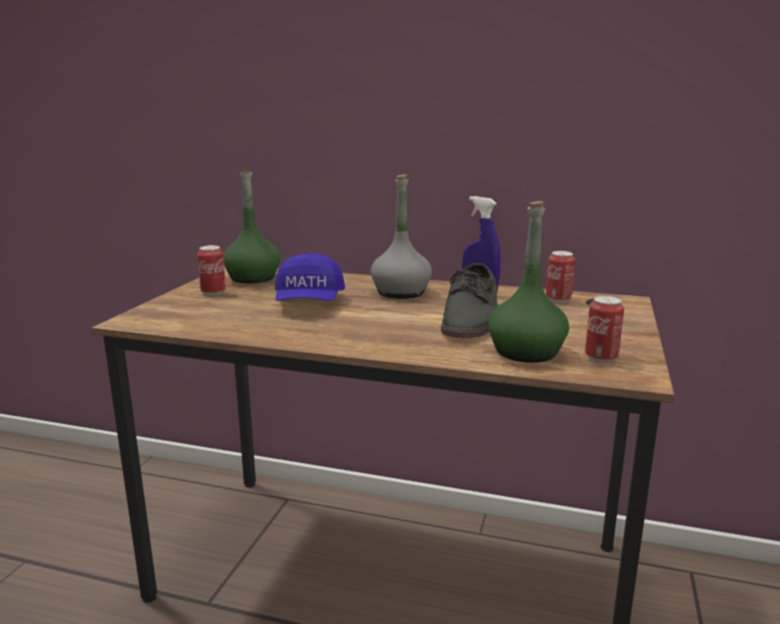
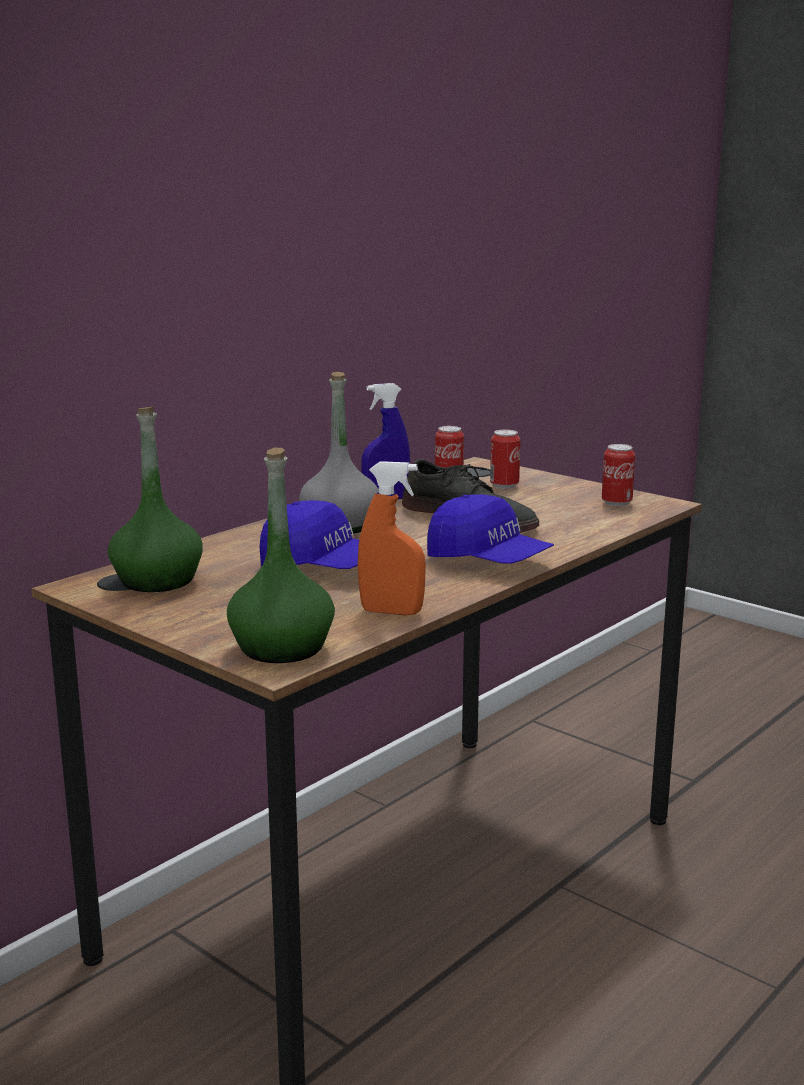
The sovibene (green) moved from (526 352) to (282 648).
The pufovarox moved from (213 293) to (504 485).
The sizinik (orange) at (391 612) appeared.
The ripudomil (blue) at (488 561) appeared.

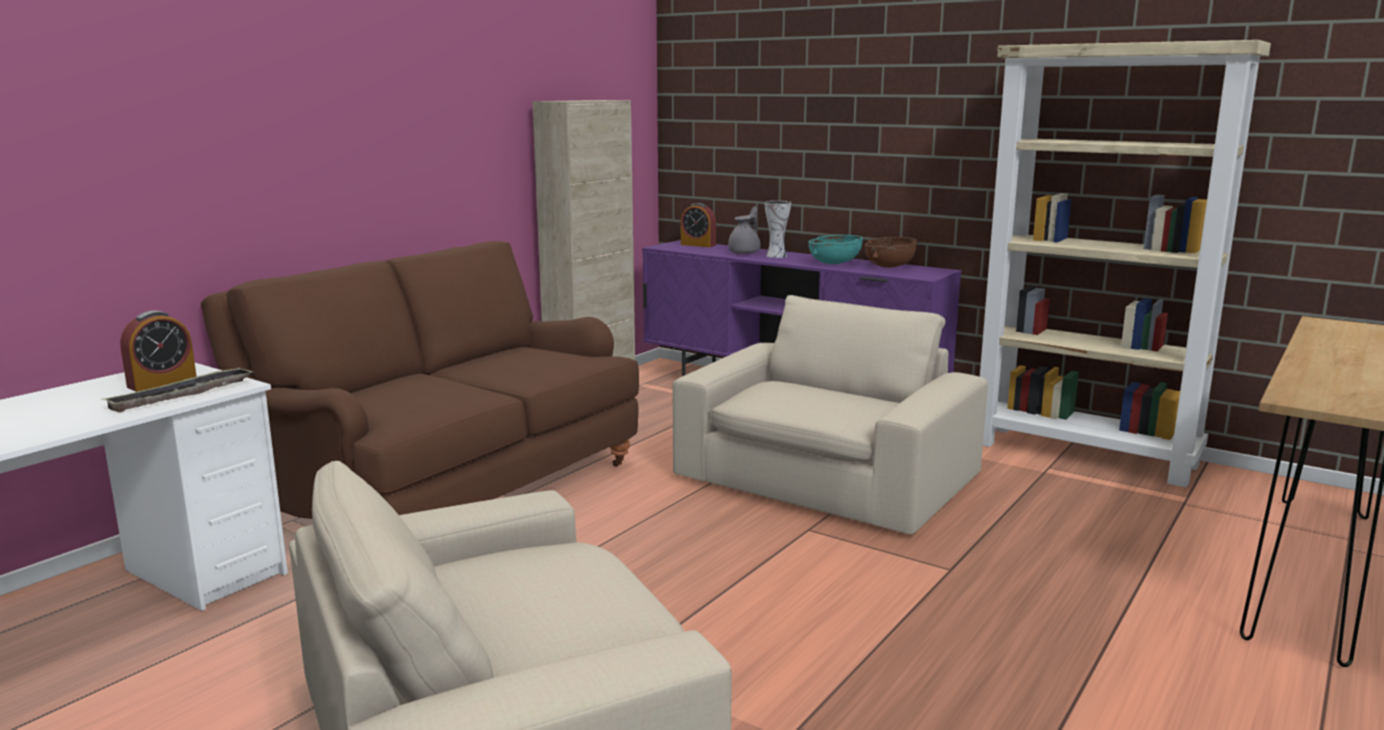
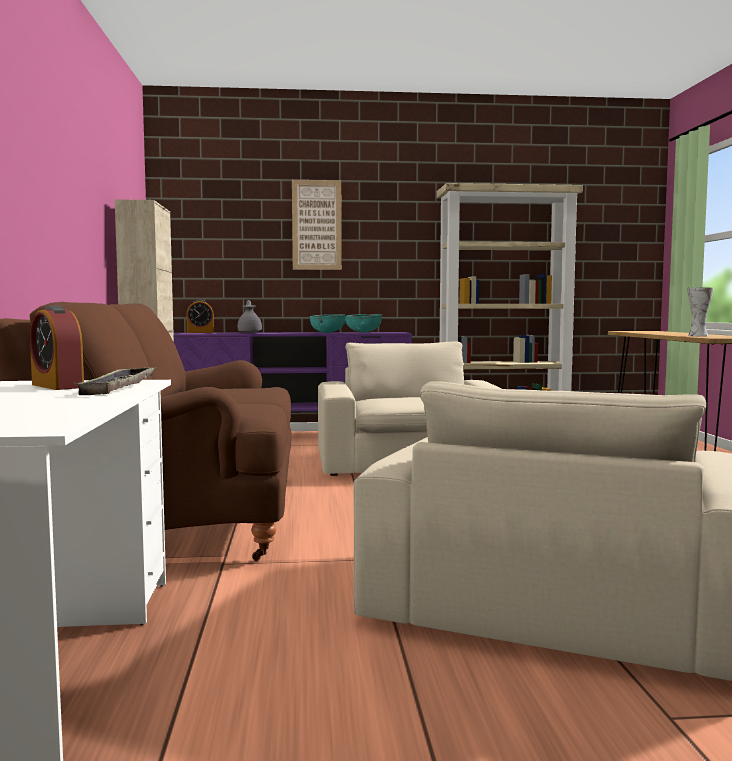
The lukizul moved from (776 255) to (697 336).
The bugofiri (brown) at (890 266) became the bugofiri (turquoise) at (363 332).
The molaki at (162 383) turned 135 degrees clockwise.
The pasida at (316 225) appeared.

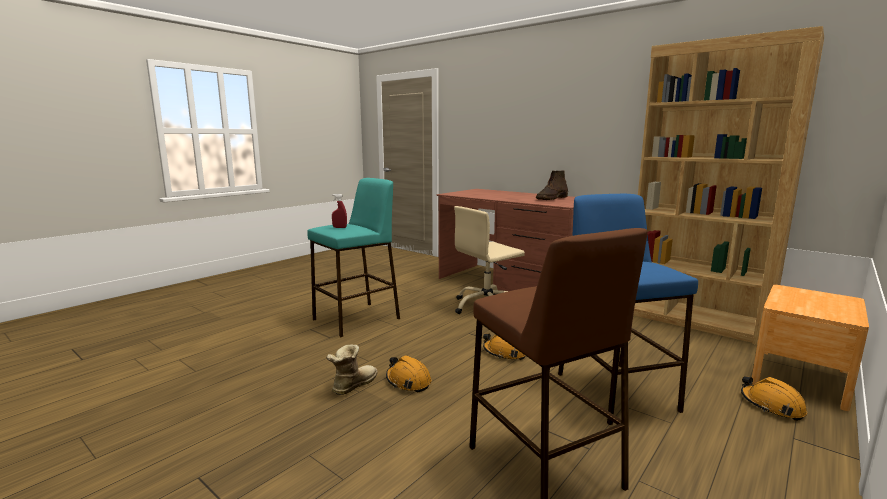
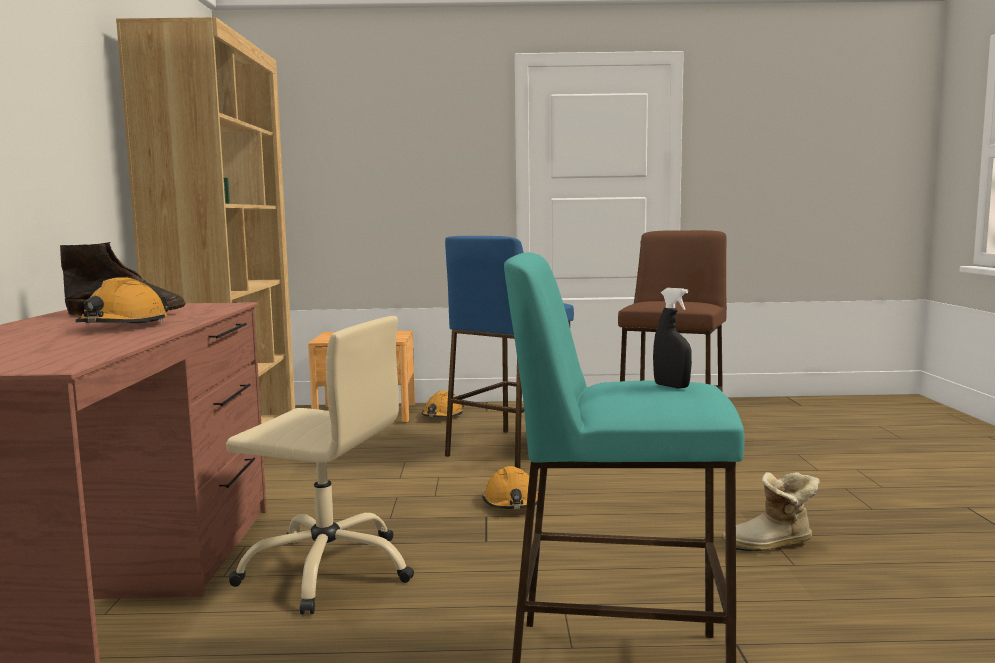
The sizinik (red) at (339 227) became the sizinik (black) at (671 386).
The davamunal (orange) moved from (408 381) to (123 326).

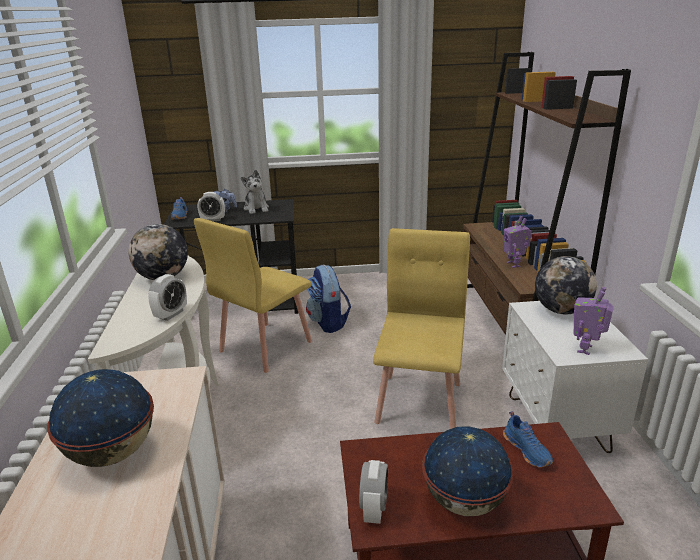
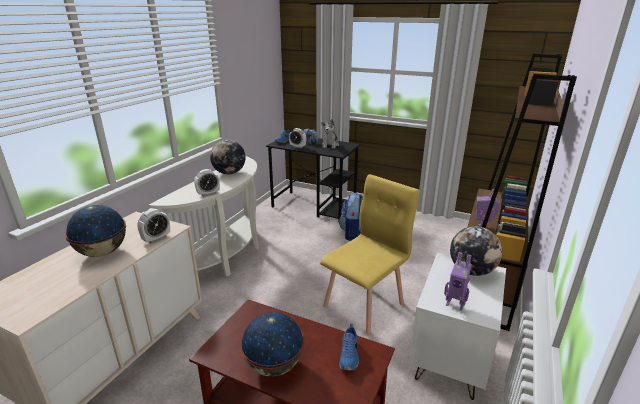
The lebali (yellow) at (264 346) disappeared.
The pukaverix at (586 349) turned 120 degrees counterclockwise.
The molaki moved from (374 509) to (156 238).

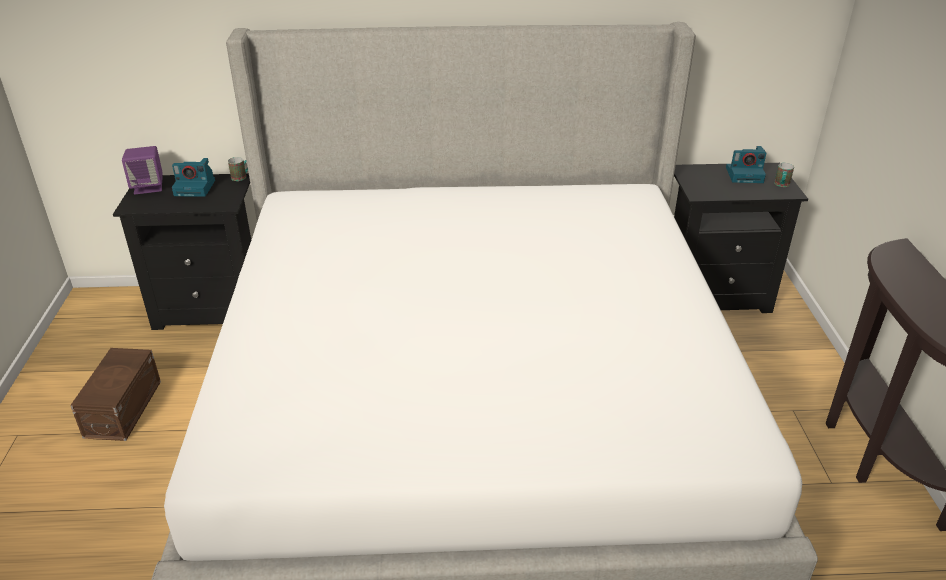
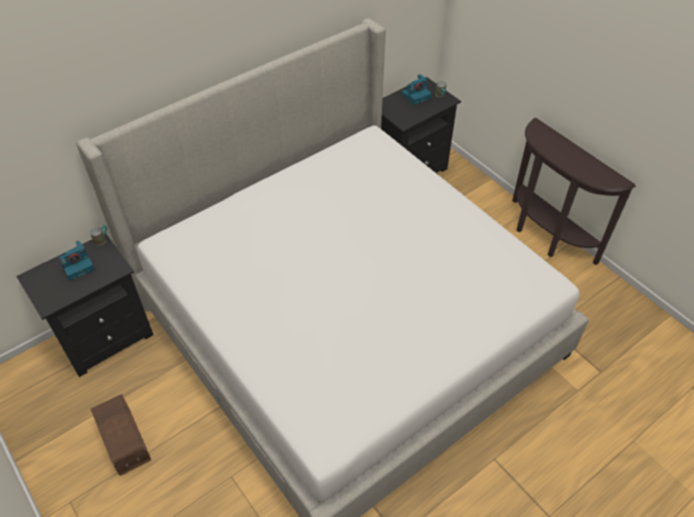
The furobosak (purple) at (148 187) disappeared.

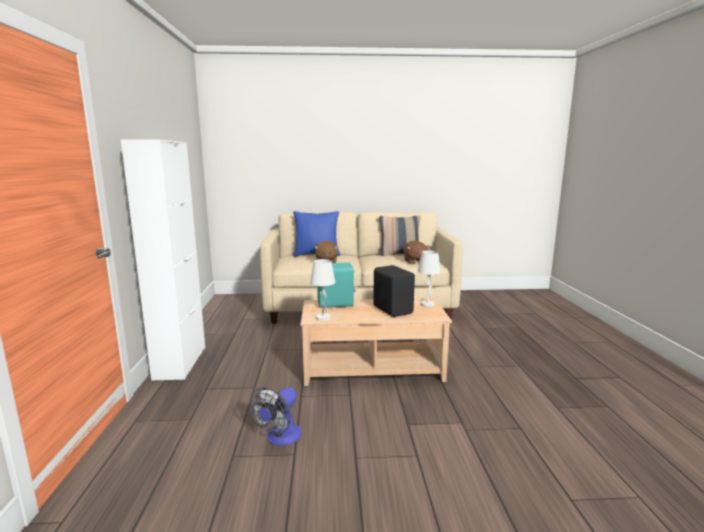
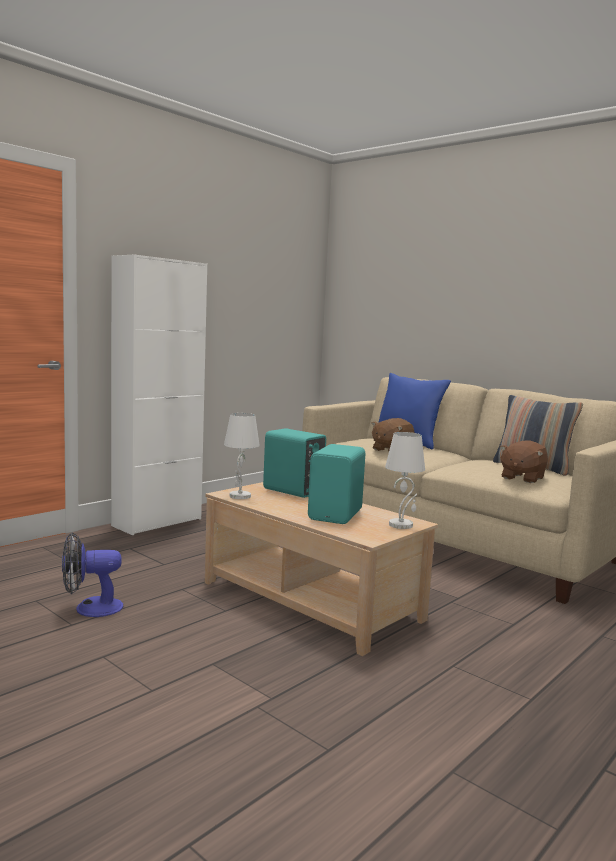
The furobosak (black) at (393 309) became the furobosak (turquoise) at (337 515).

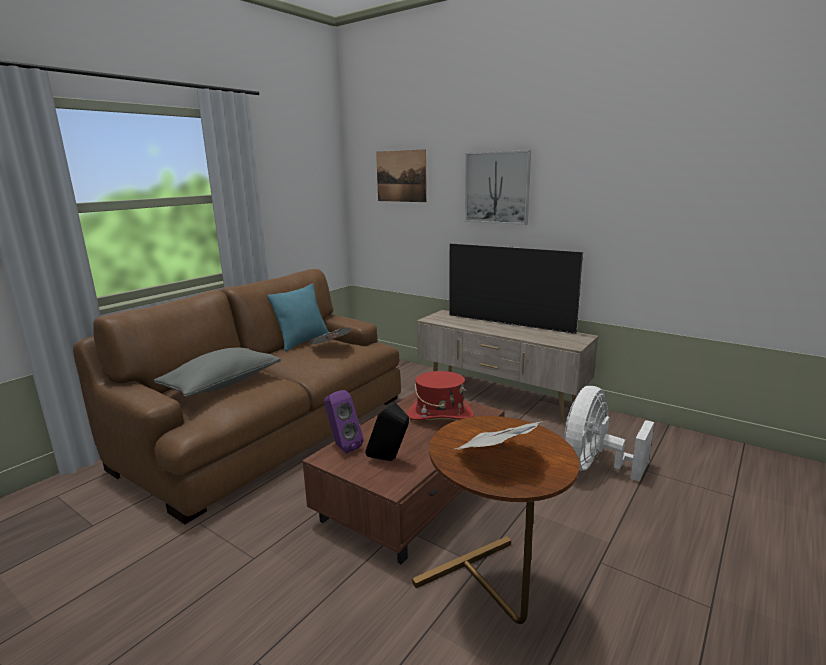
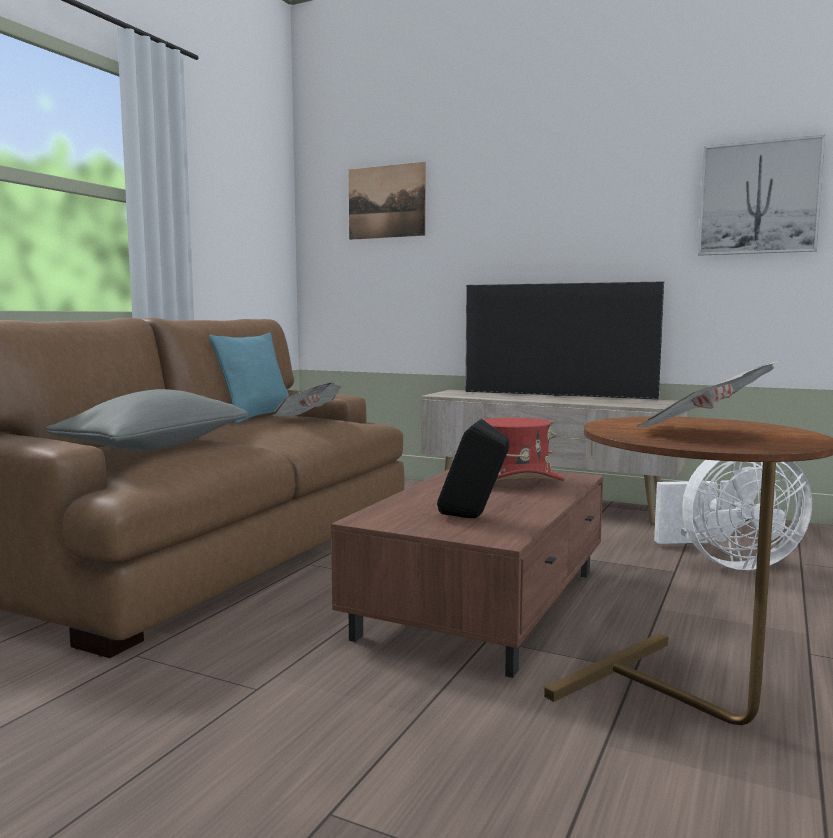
The pasida moved from (497 188) to (759 198).
The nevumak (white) at (594 466) turned 120 degrees counterclockwise.
The furobosak (purple) at (342 446) disappeared.

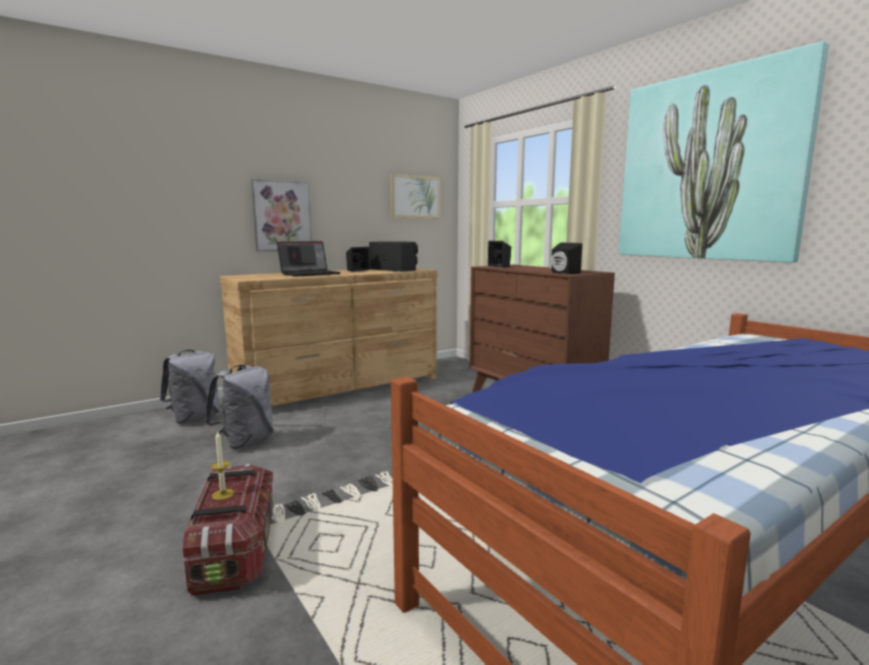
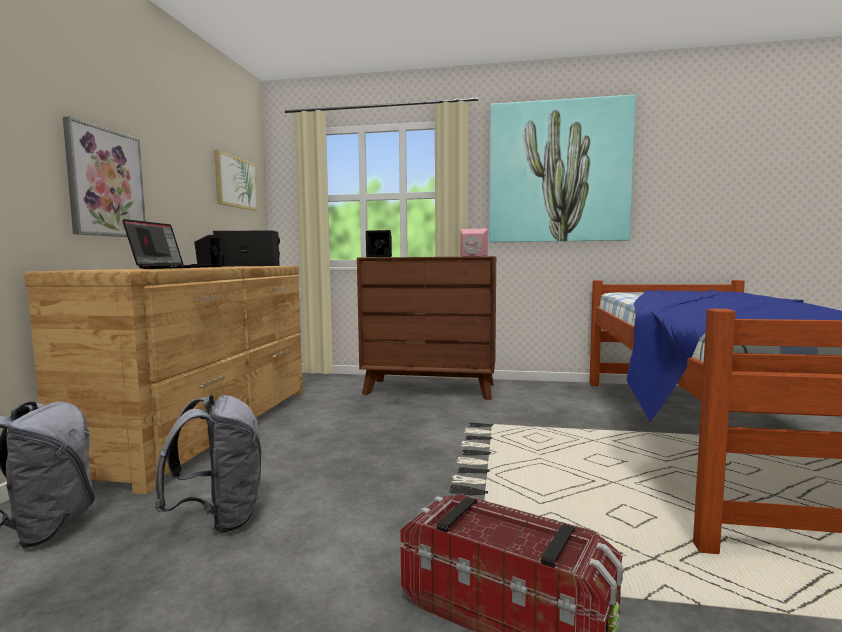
The furobosak (black) at (563 273) became the furobosak (pink) at (473 256).
The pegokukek at (223 494) disappeared.

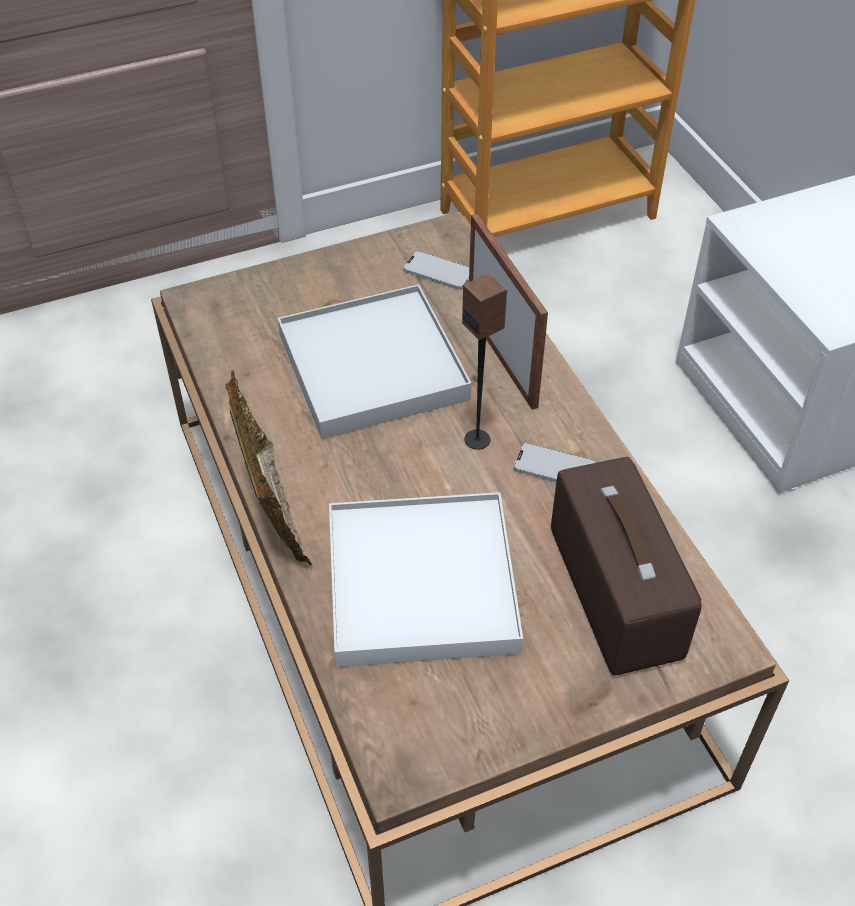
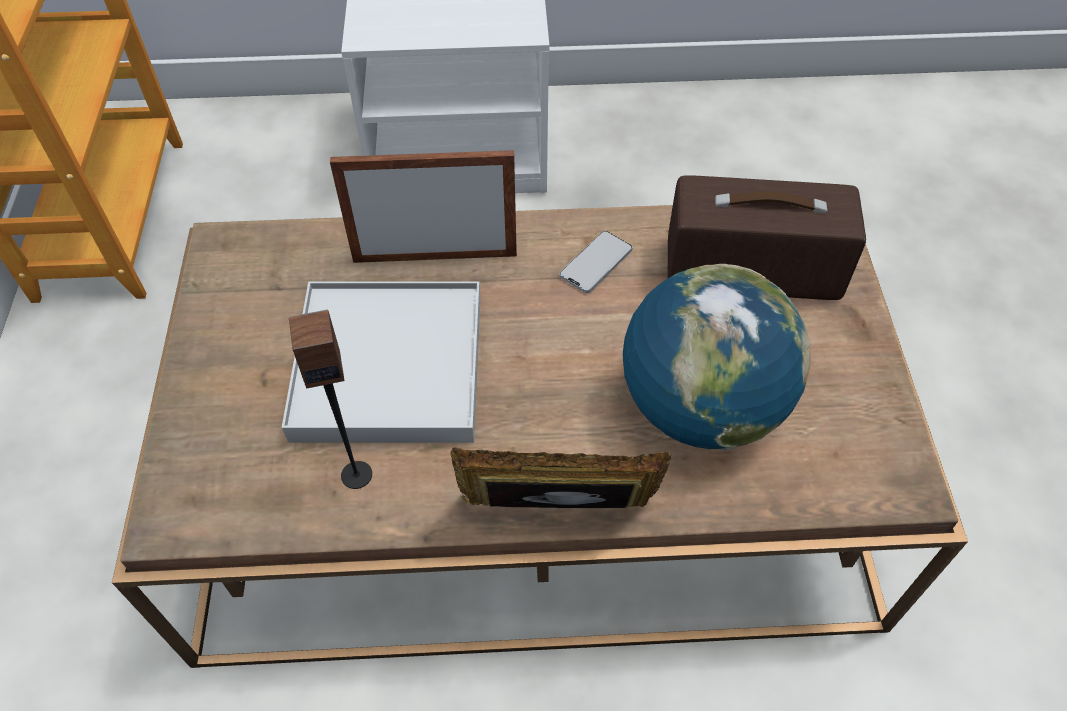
The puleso at (438 271) disappeared.
The furobosak moved from (477 439) to (356 474).
The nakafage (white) at (422 584) was replaced by the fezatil at (701 407).

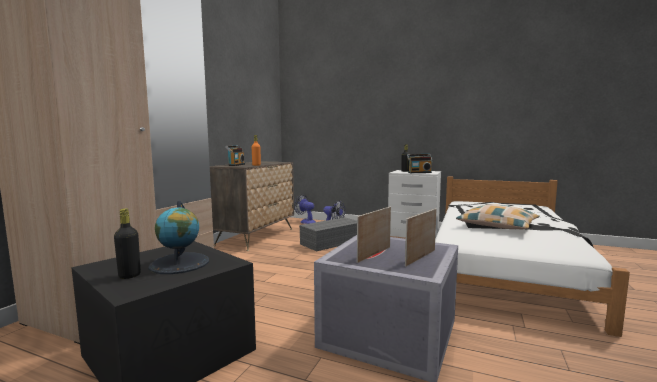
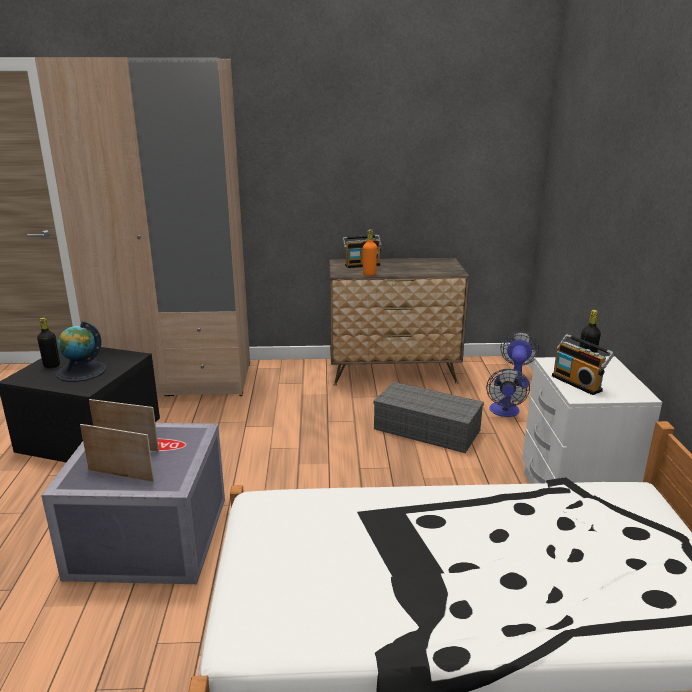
The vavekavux at (497 226) disappeared.

